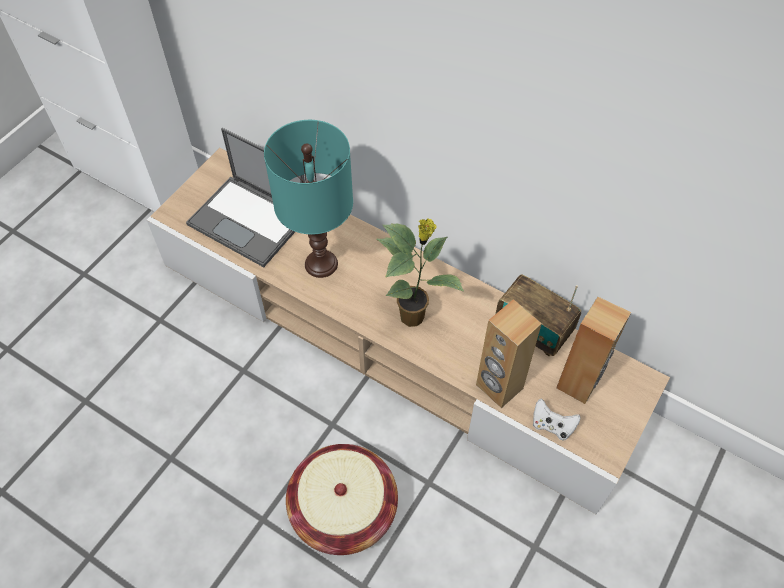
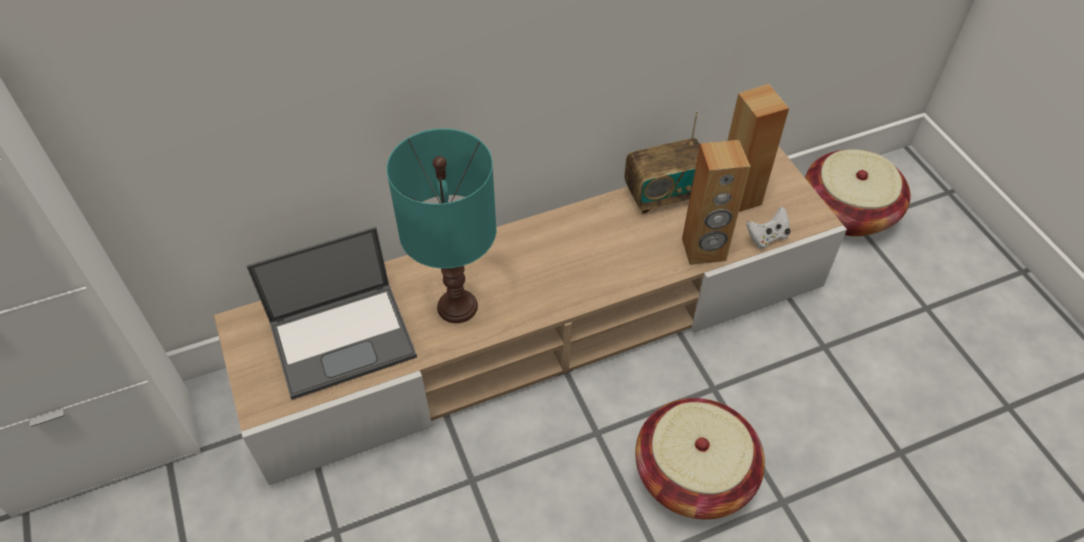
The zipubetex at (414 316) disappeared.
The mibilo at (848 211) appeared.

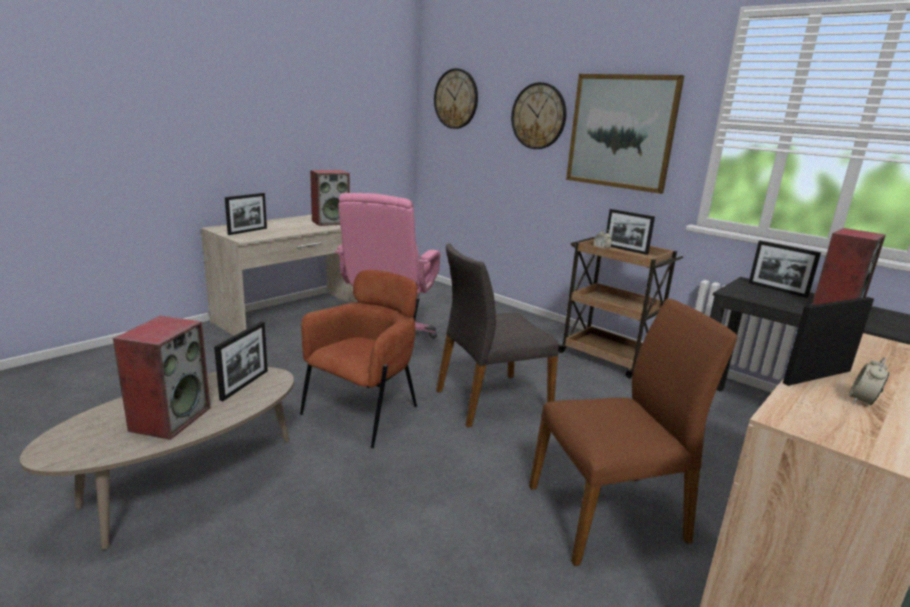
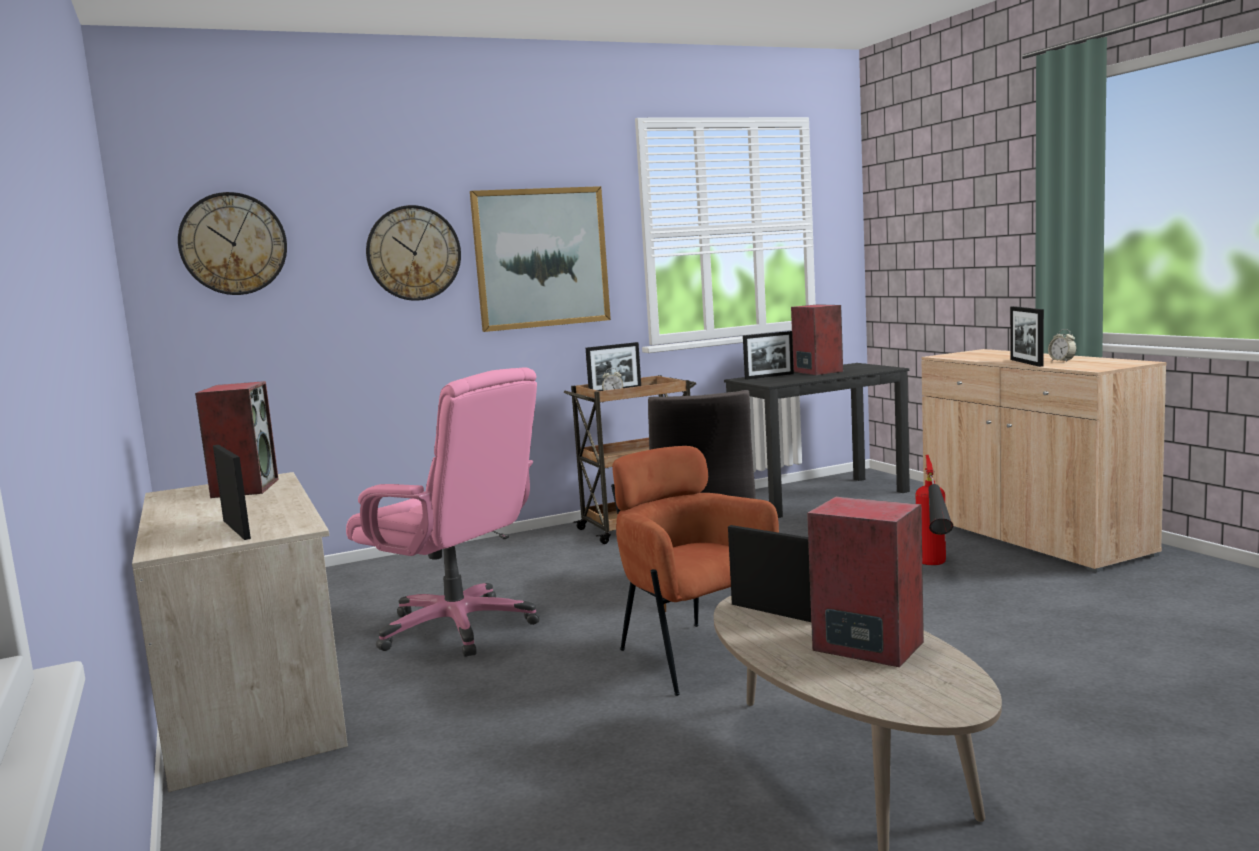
The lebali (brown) at (609 514) was replaced by the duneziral at (935 569).

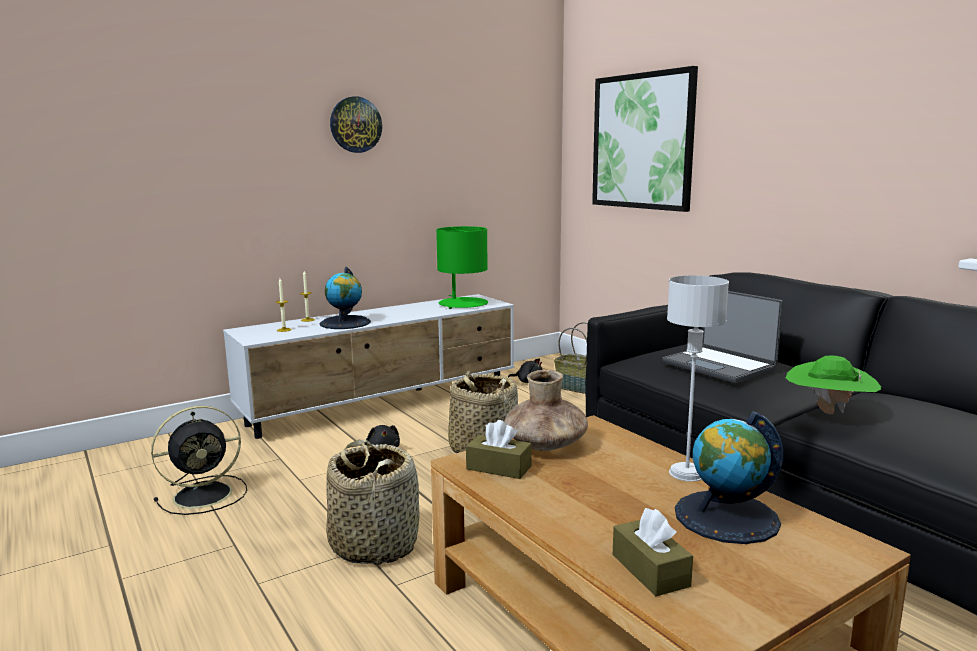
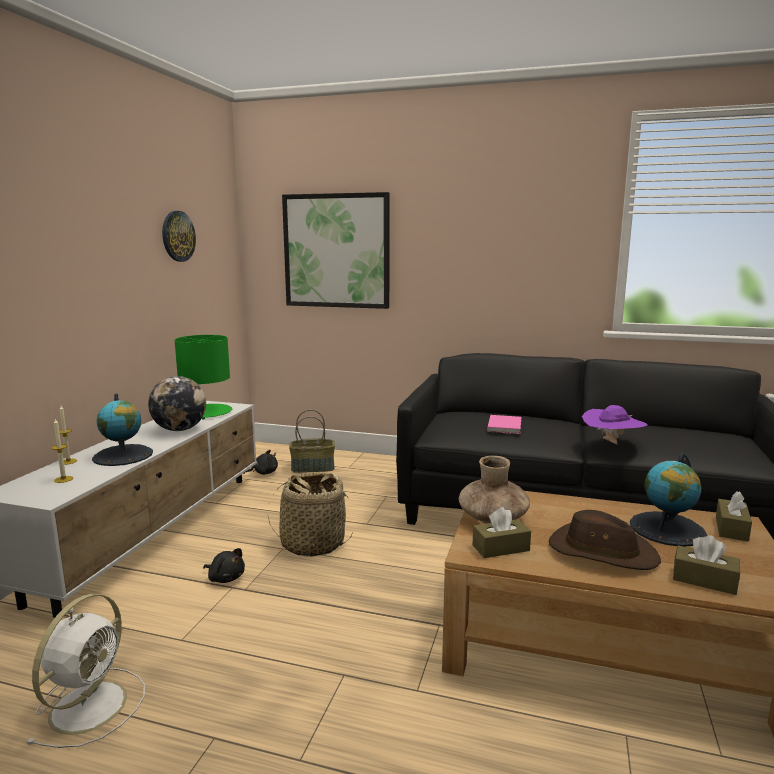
The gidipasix moved from (355 124) to (178 236).
The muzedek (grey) at (687 473) disappeared.
The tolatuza at (719 366) was replaced by the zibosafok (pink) at (505 426).
The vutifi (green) at (828 413) became the vutifi (purple) at (611 444).
The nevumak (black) at (205 494) became the nevumak (white) at (91 704).
The mibilo at (375 544) disappeared.
The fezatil at (179 429) appeared.
The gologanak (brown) at (731 528) appeared.
The vutifi (brown) at (601 551) appeared.

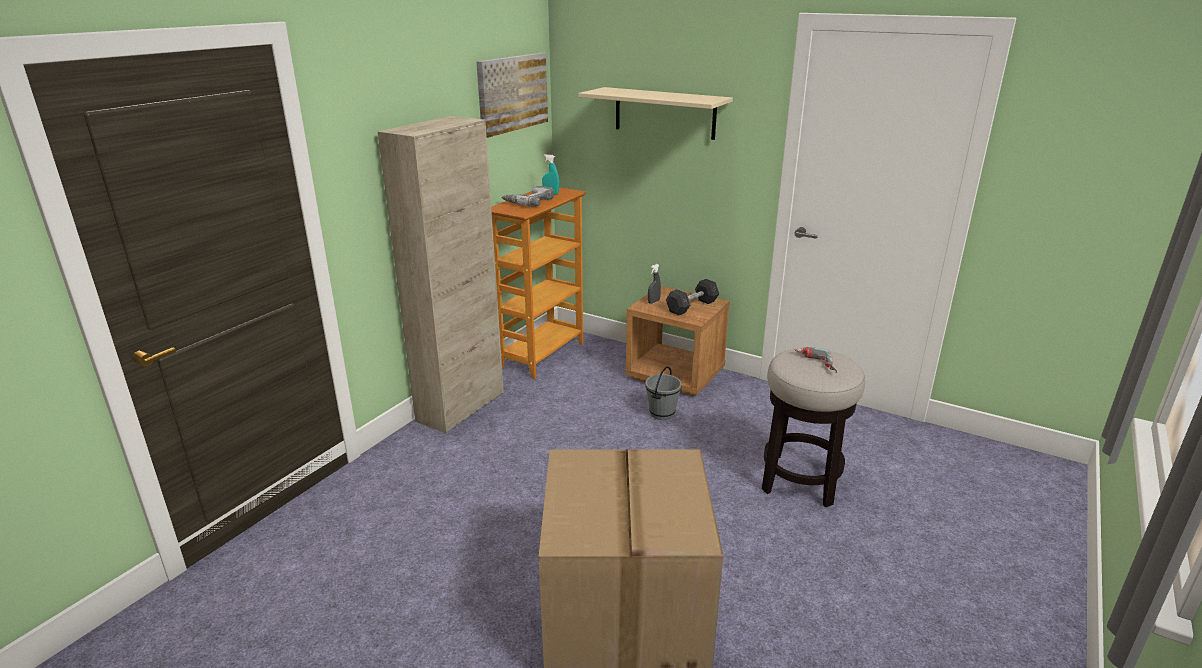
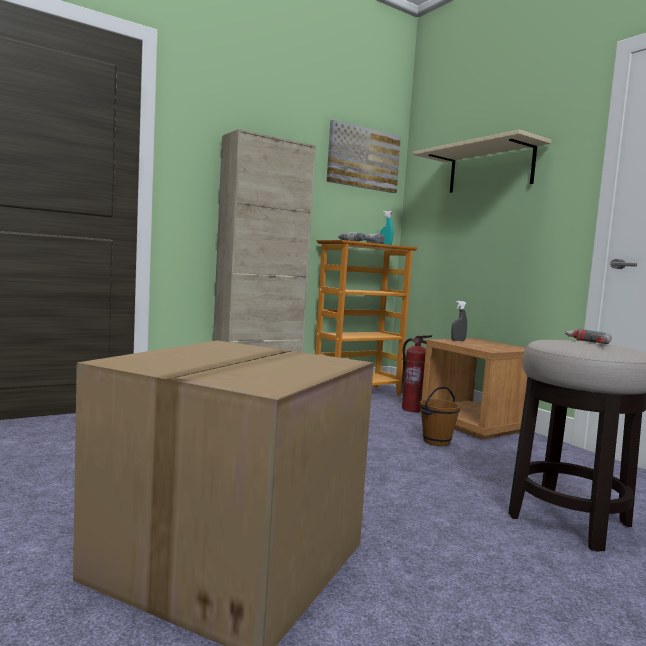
The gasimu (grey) at (692 306) disappeared.
The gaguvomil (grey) at (661 413) became the gaguvomil (brown) at (436 442).
The duneziral at (412 409) appeared.

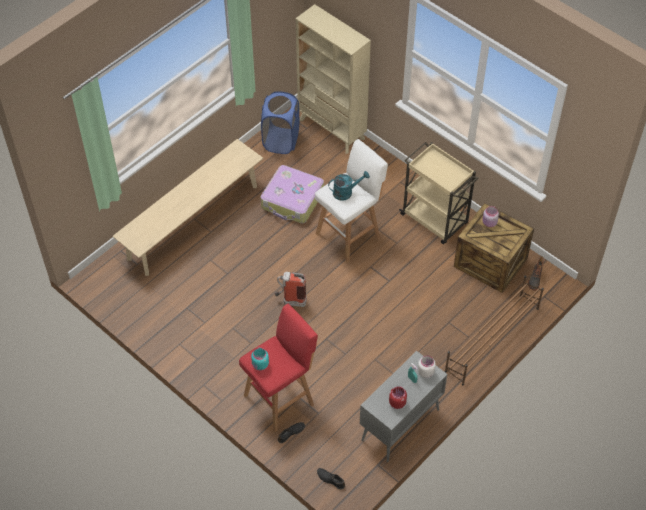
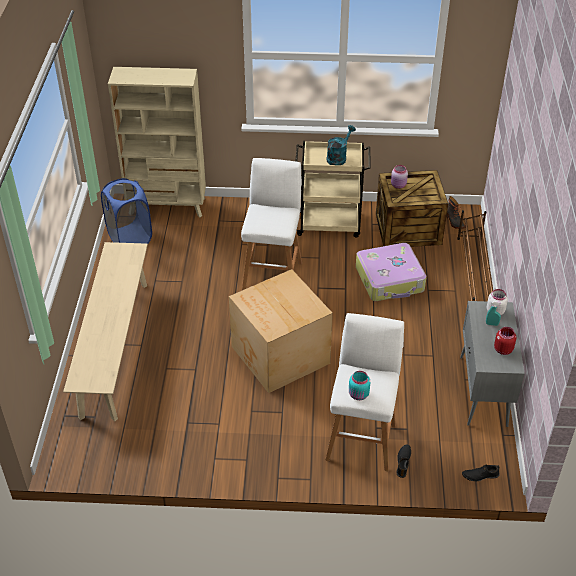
The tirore moved from (292 200) to (390 280).
The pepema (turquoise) moved from (346 192) to (338 157).
The duneziral at (290 301) was replaced by the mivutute at (280 356).
The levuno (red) at (281 398) became the levuno (white) at (361 440).

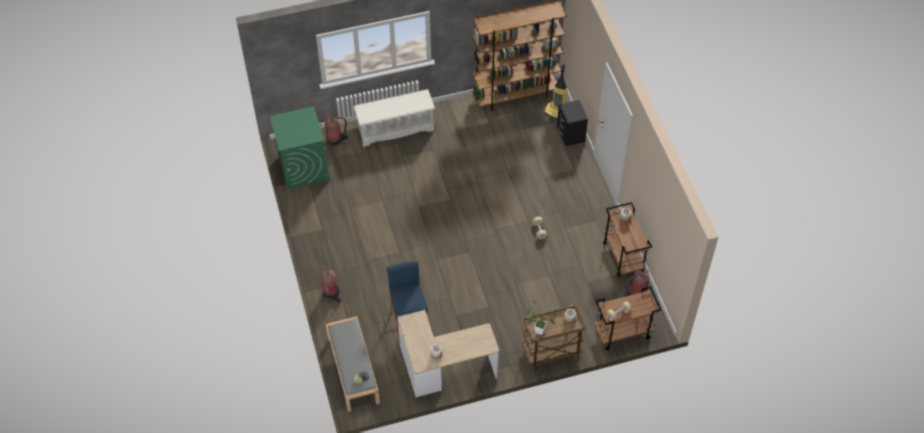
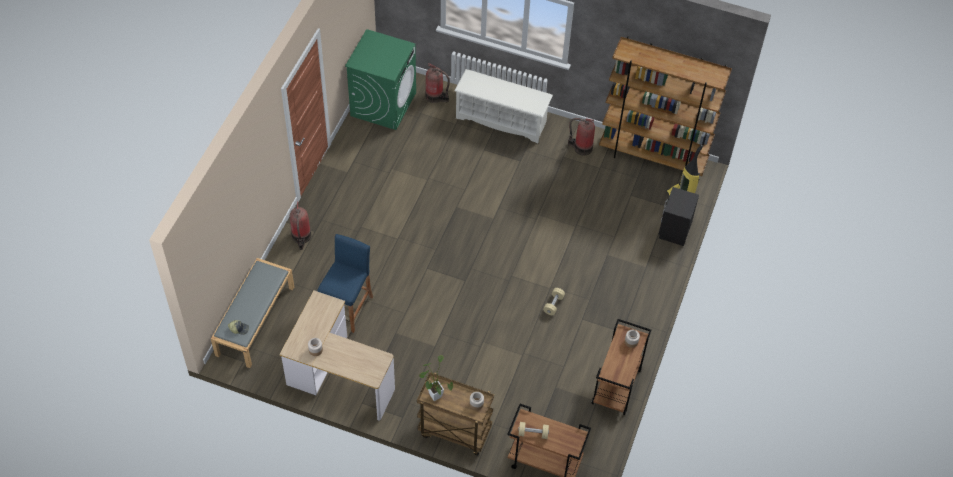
The duneziral moved from (636 294) to (581 147).

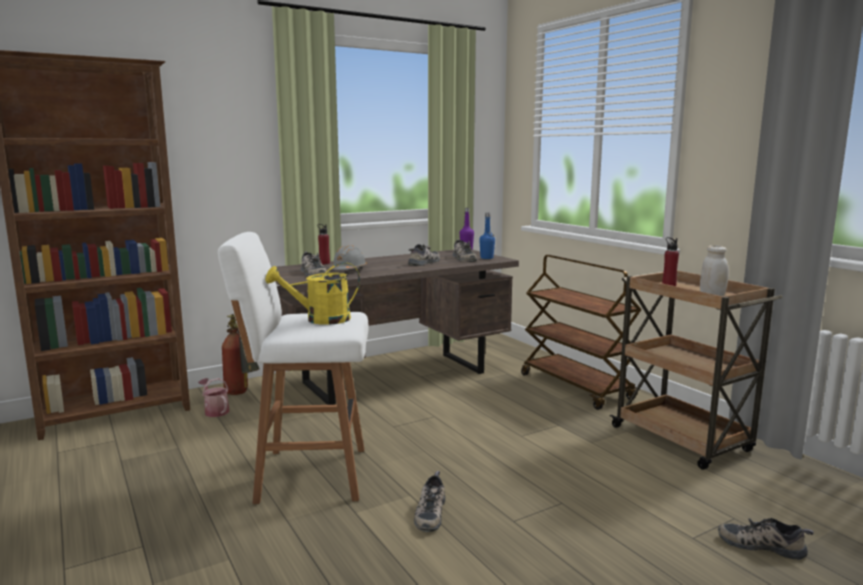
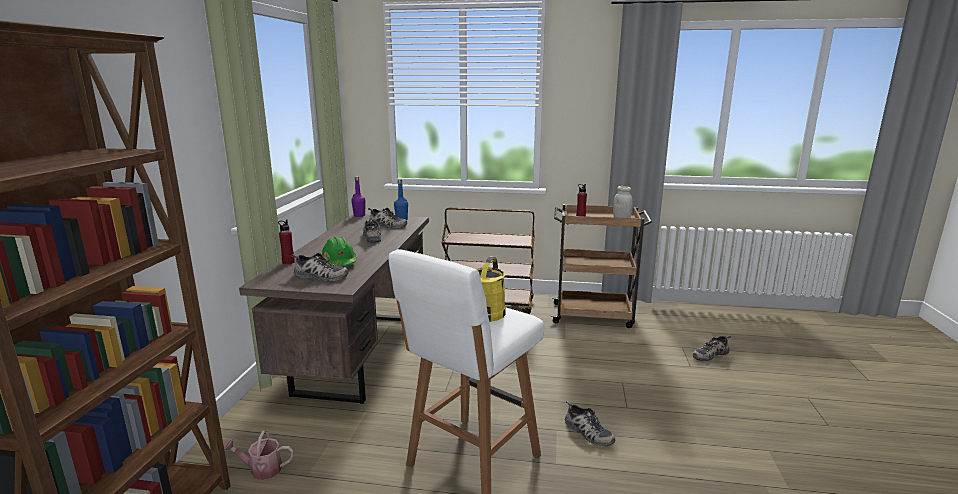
The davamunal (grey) at (348 270) became the davamunal (green) at (339 263).
The duneziral at (241 394) disappeared.

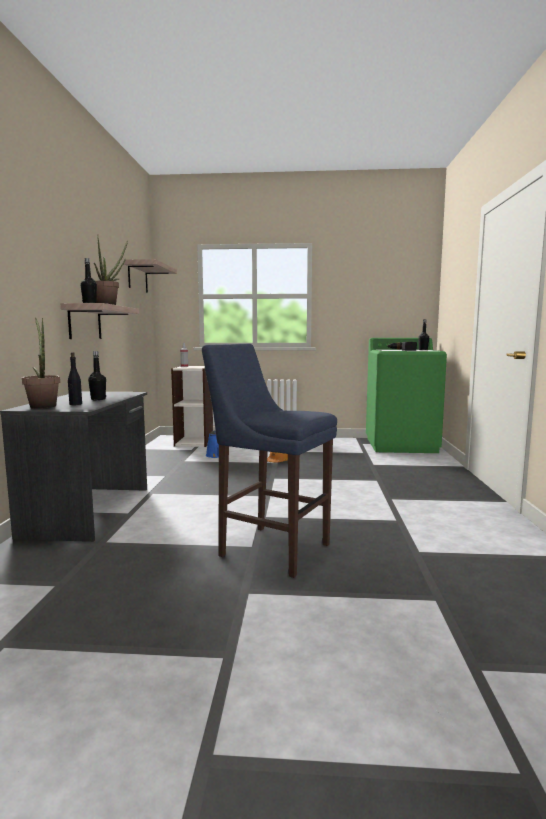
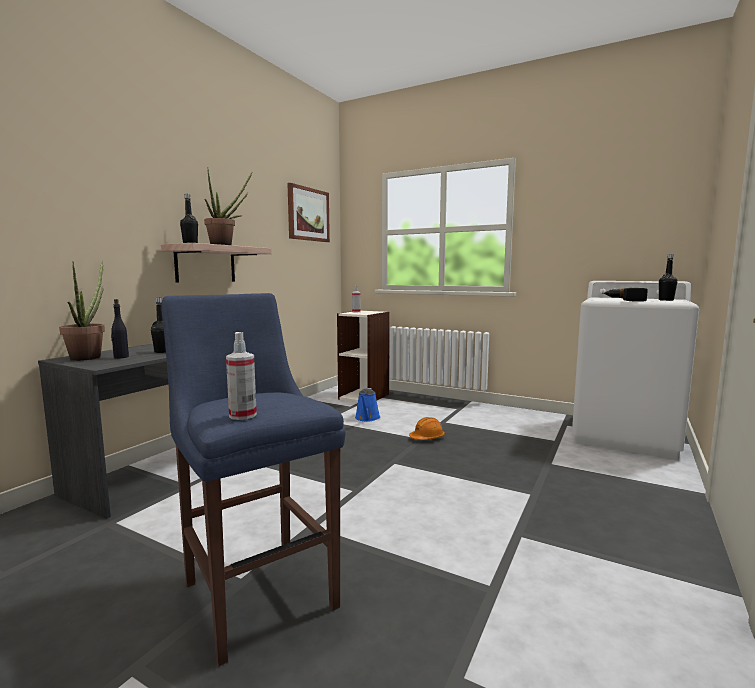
The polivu at (137 277) was replaced by the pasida at (308 214).
The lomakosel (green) at (401 445) became the lomakosel (white) at (625 436).
The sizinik at (243 415) appeared.

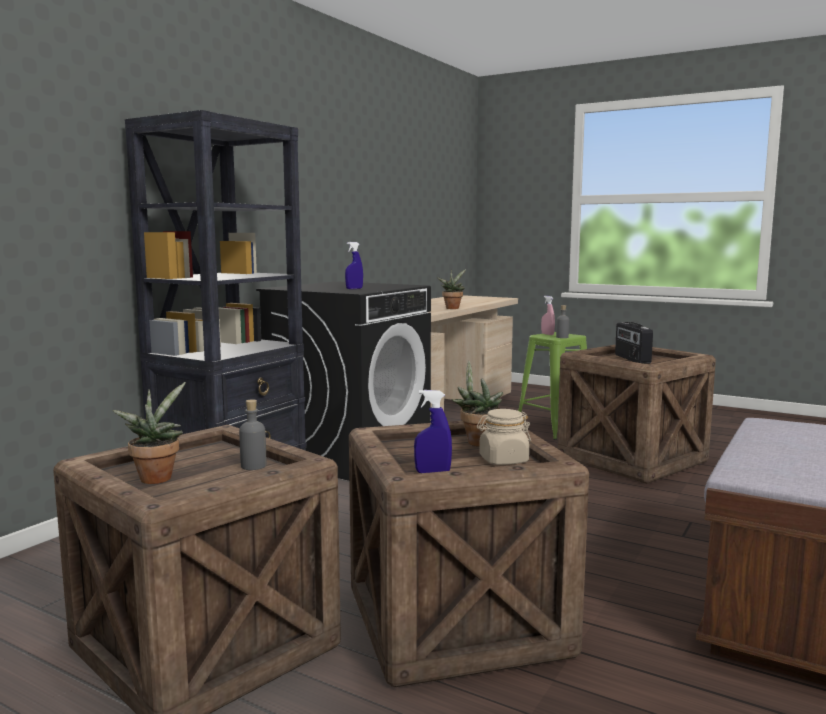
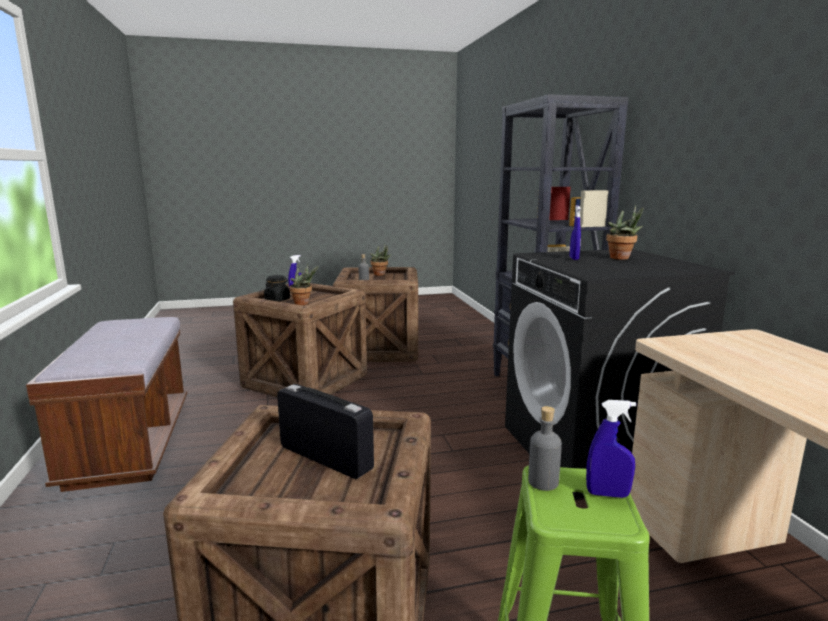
The zipubetex moved from (452 308) to (622 258).
The sizinik (pink) at (547 334) became the sizinik (blue) at (607 494).
The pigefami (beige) at (503 460) became the pigefami (black) at (277 300).

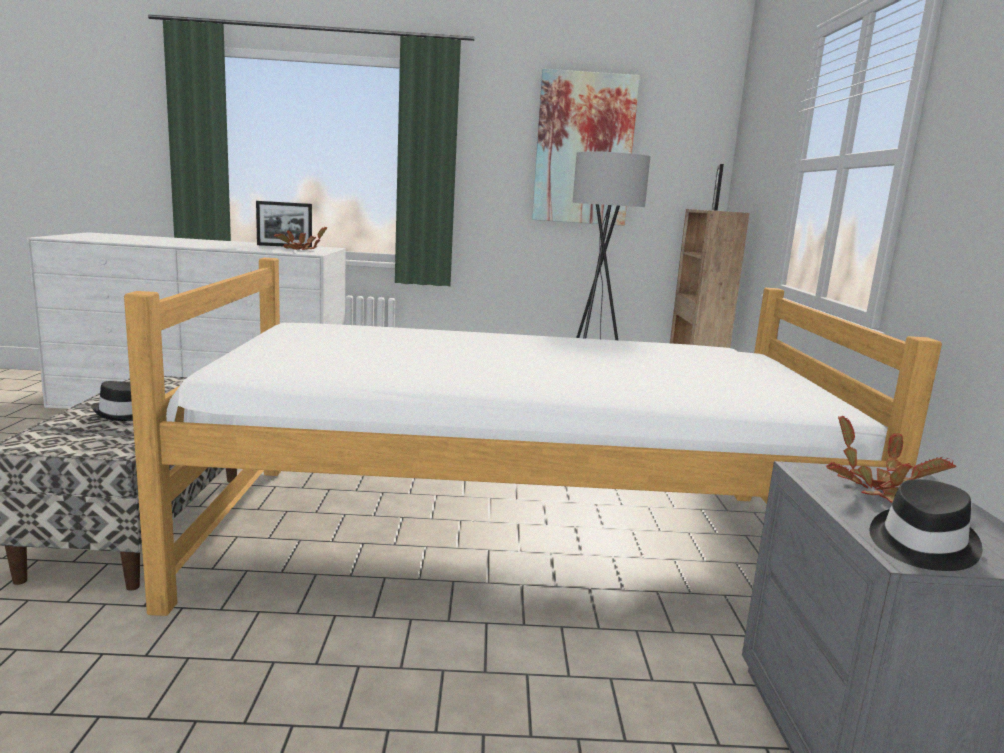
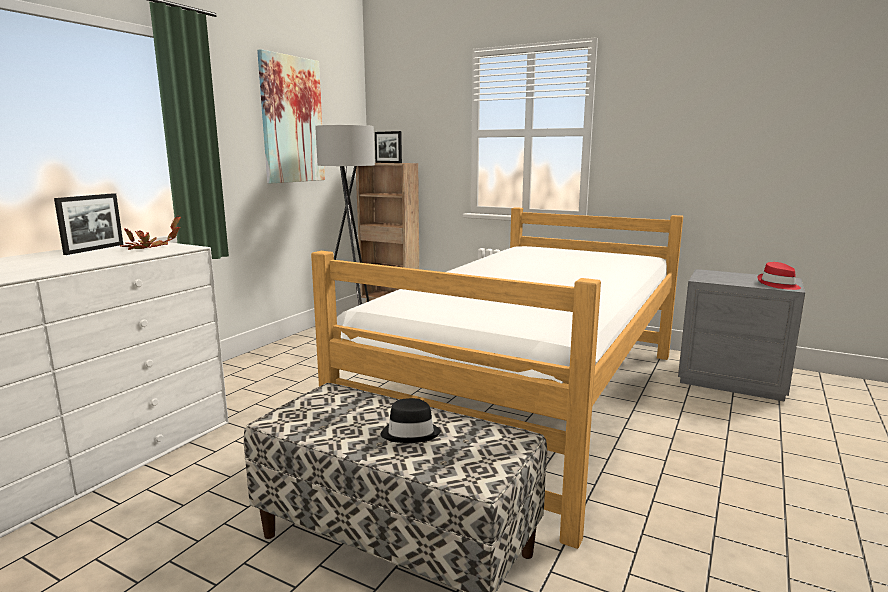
The zipubetex at (877 489) disappeared.
The vutifi (black) at (920 544) became the vutifi (red) at (778 284).

